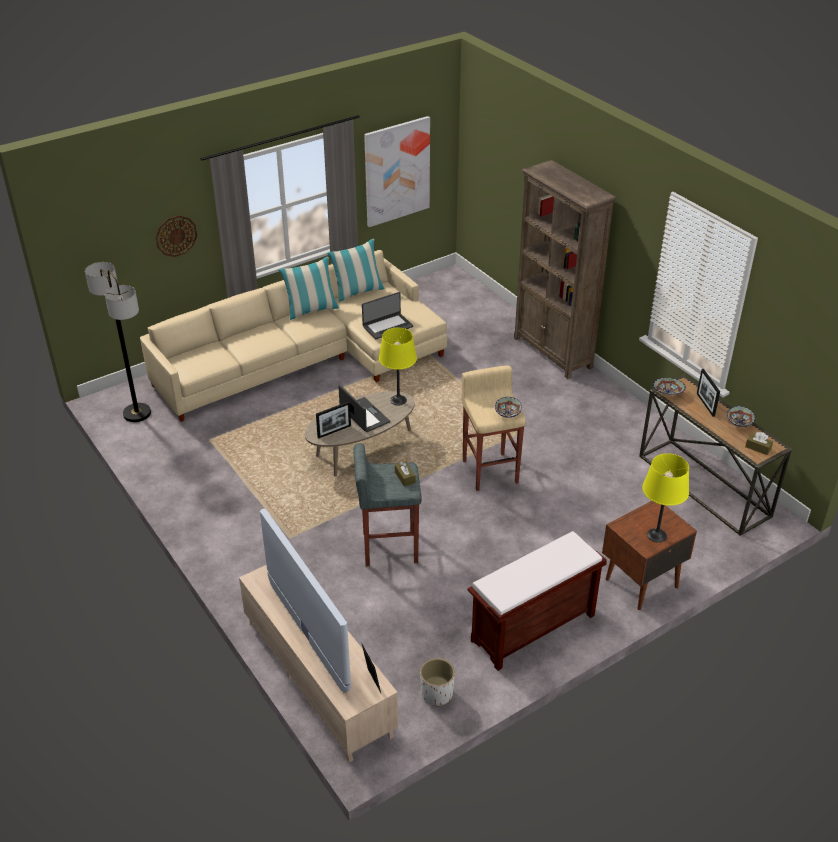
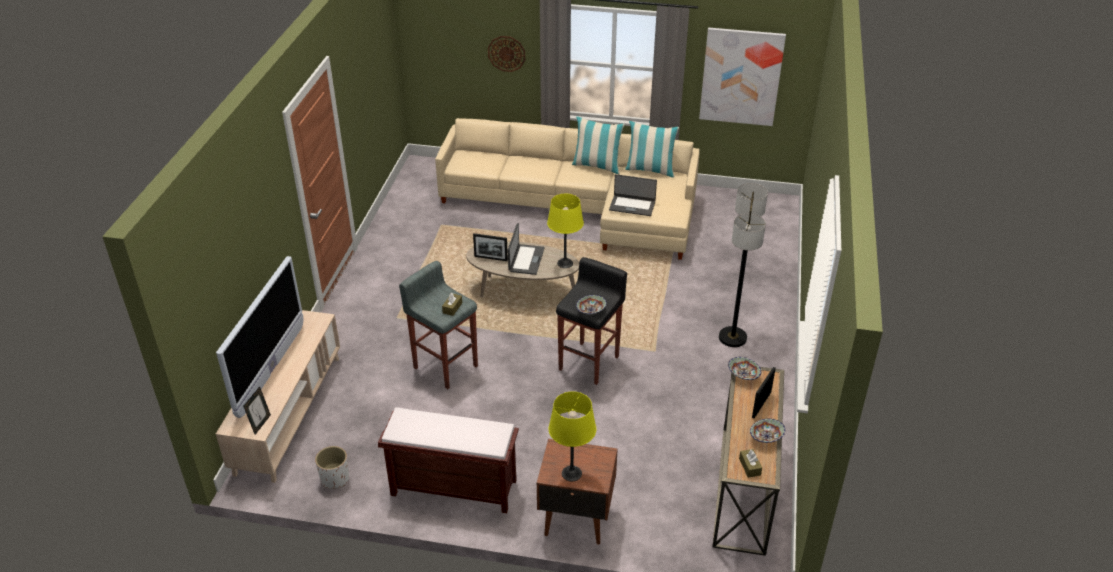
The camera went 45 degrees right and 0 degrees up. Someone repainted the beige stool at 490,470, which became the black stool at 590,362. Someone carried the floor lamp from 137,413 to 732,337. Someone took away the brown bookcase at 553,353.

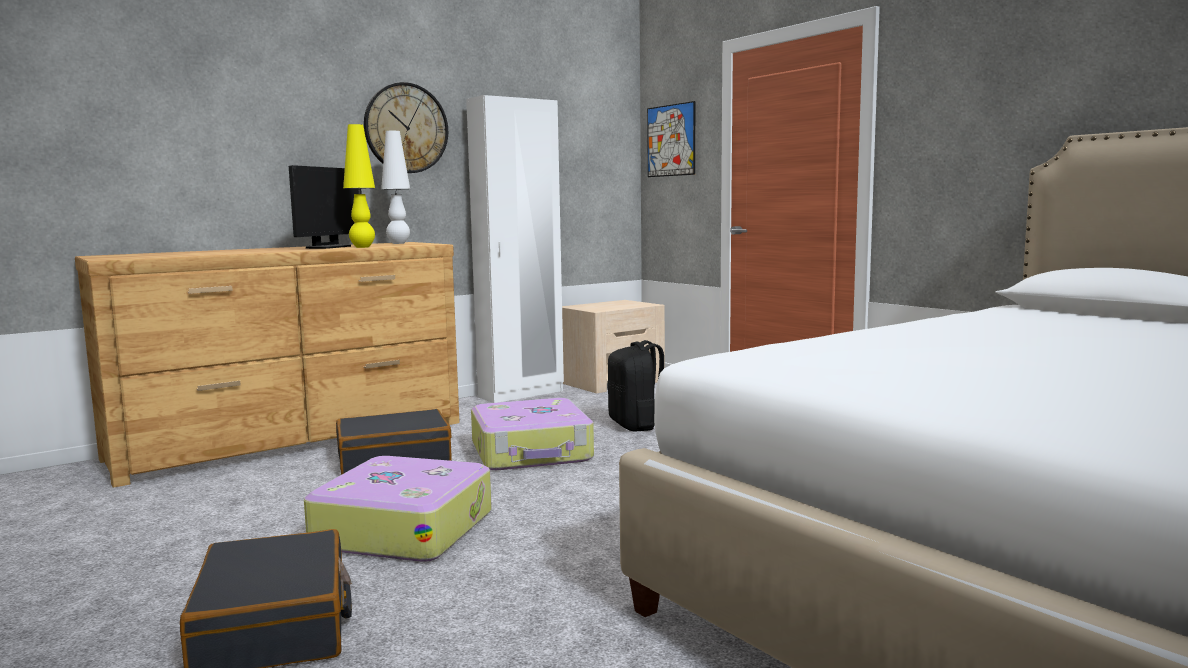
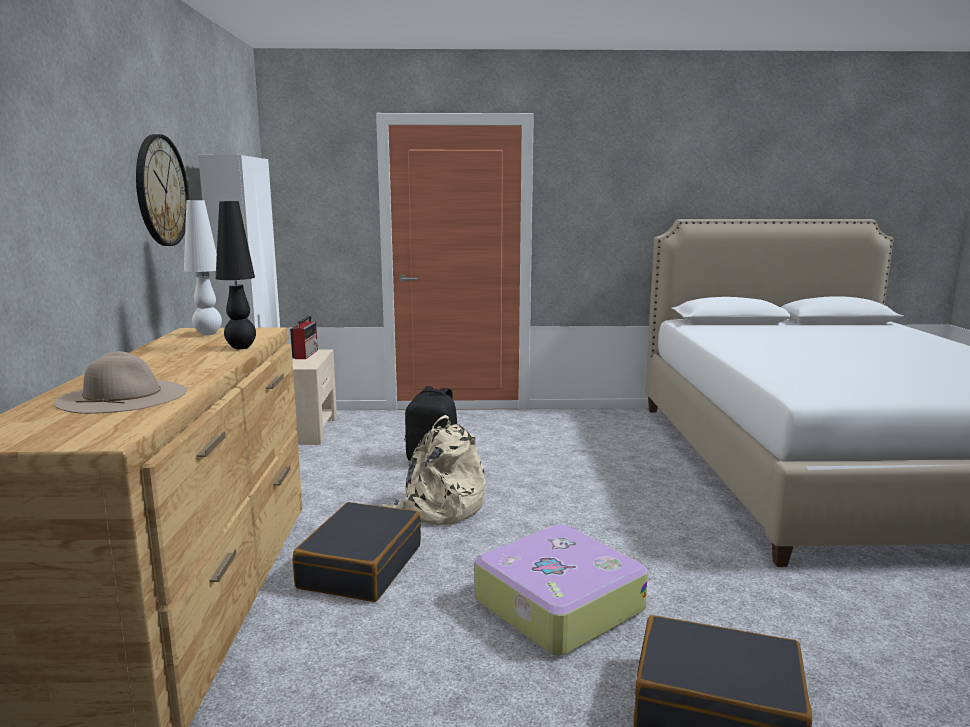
The camera went 55 degrees left and 5 degrees up. Someone put down the beige hat at 122,396. Someone repainted the yellow table lamp at 363,247, which became the black table lamp at 241,347. Someone put down the radio at 306,354. Someone swapped the suitcase at 532,452 for the beige backpack at 437,509. Someone took away the monitor at 328,247. Someone took away the picture at 671,140.

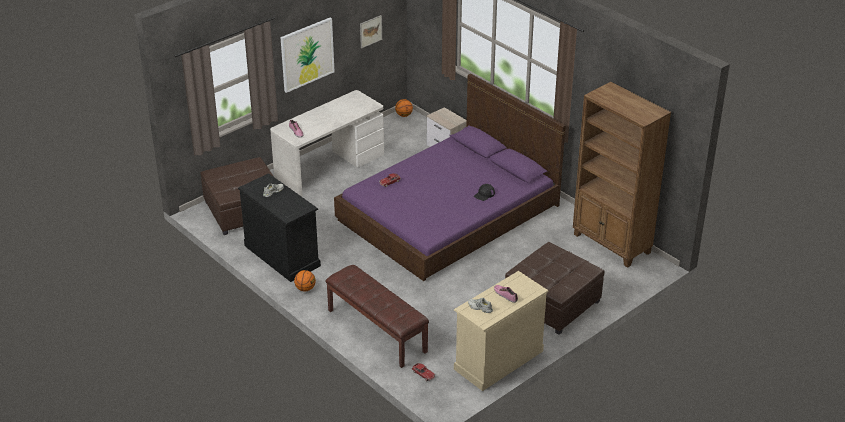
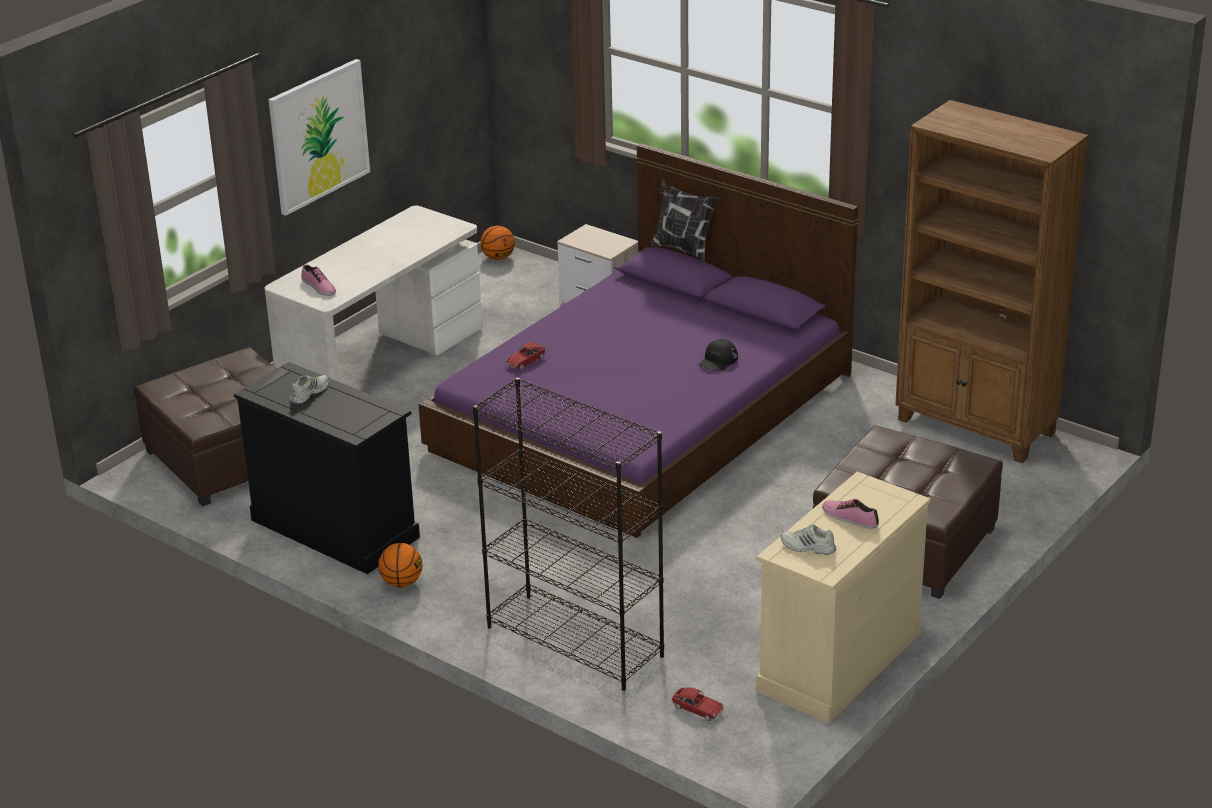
The camera went 10 degrees left and 5 degrees down. Someone swapped the brown bench at 376,331 for the black bookcase at 573,641. Someone put down the pillow at 682,249. Someone took away the picture at 370,31.

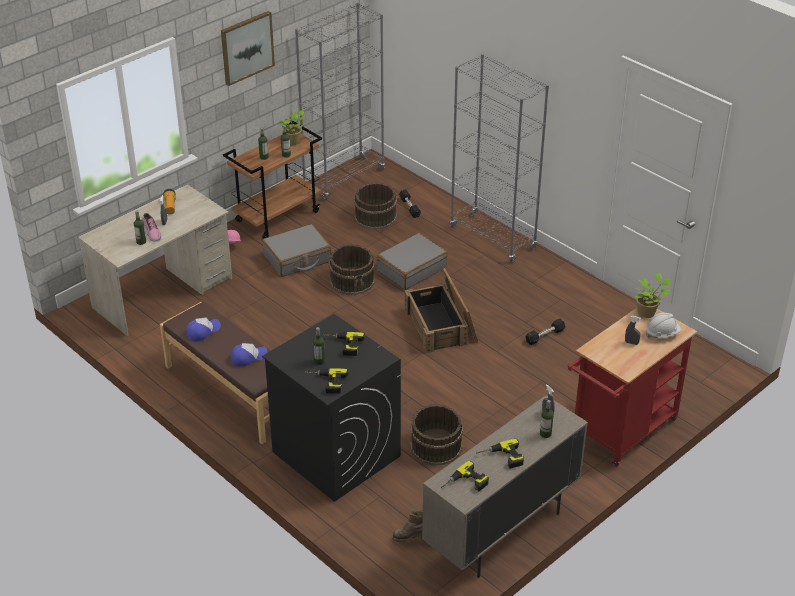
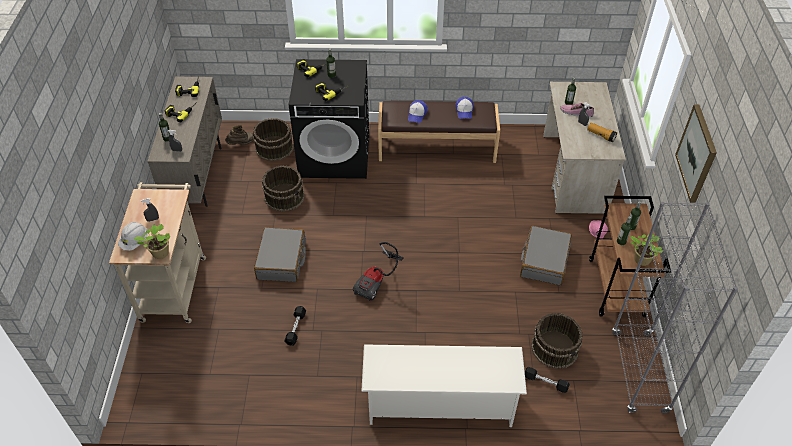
The camera went 135 degrees right and 10 degrees up. Someone repainted the red cart at 619,433, which became the beige cart at 174,284. Someone carried the brown bucket from 352,280 to 274,148. Someone carried the grey suitcase from 411,269 to 282,260. Someone swapped the crate at 441,325 for the vacuum cleaner at 377,281. Someone swapped the grey bookcase at 493,238 for the white shoe rack at 440,403.

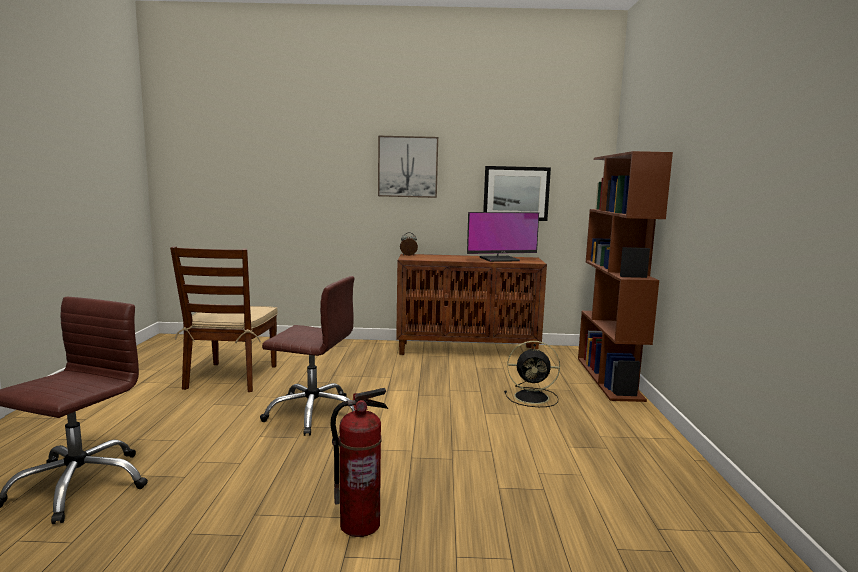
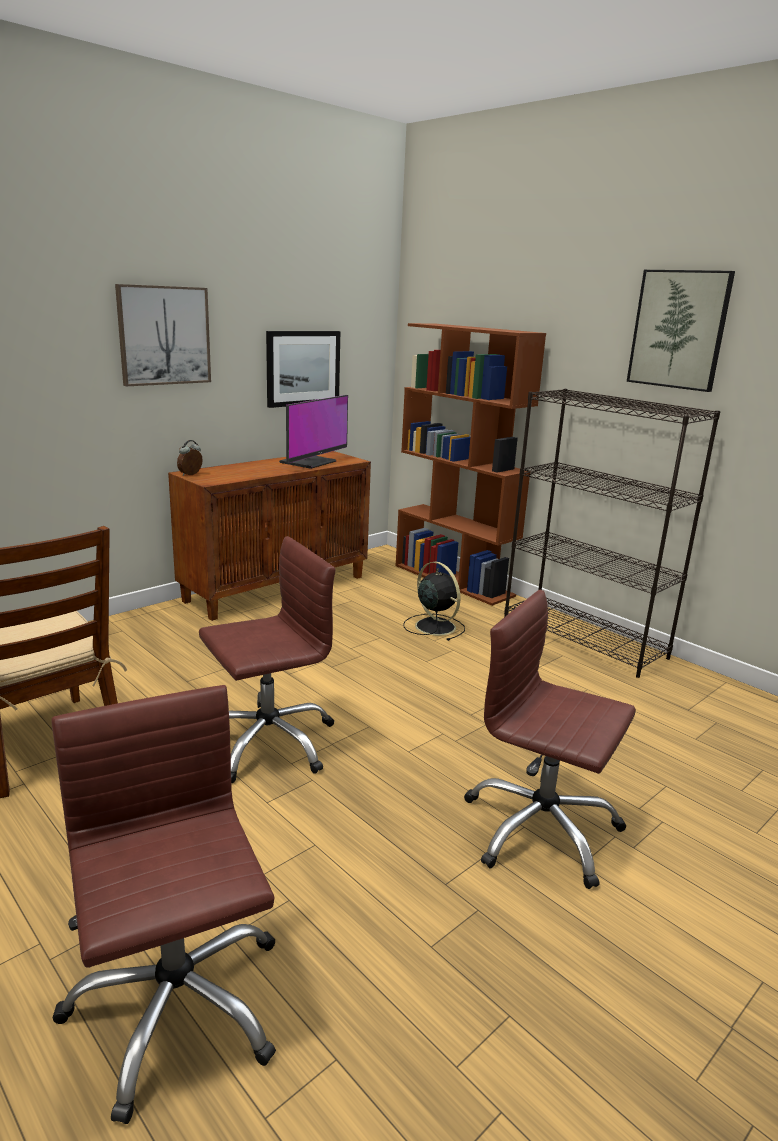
The camera went 45 degrees left and 10 degrees up. Someone rotated the black fan at 533,397 by 90 degrees counterclockwise. Someone swapped the fire extinguisher at 360,525 for the brown office chair at 540,830. Someone put down the black bookcase at 584,639. Someone put up the picture at 679,329.

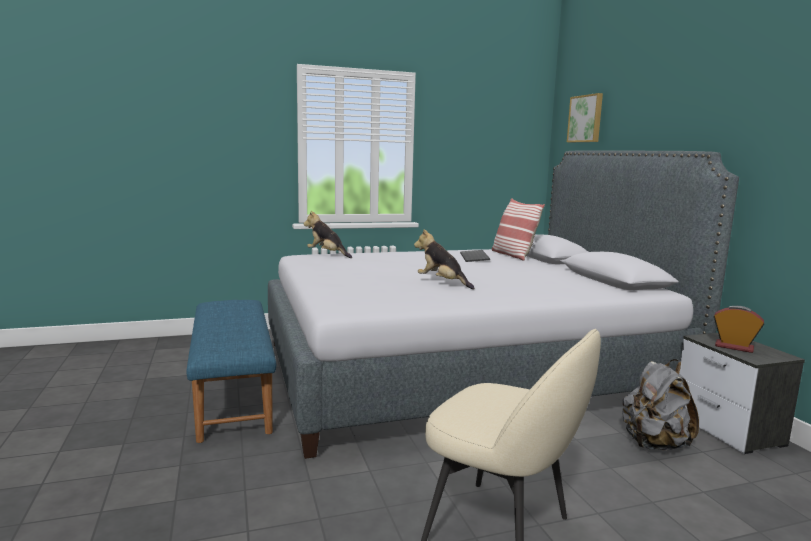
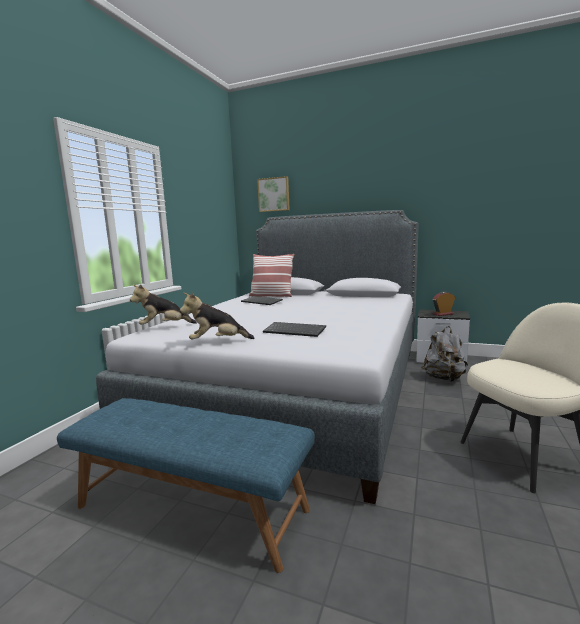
The camera went 50 degrees left and 0 degrees up. Someone carried the plush toy from 442,283 to 217,342. Someone put down the keyboard at 295,331.

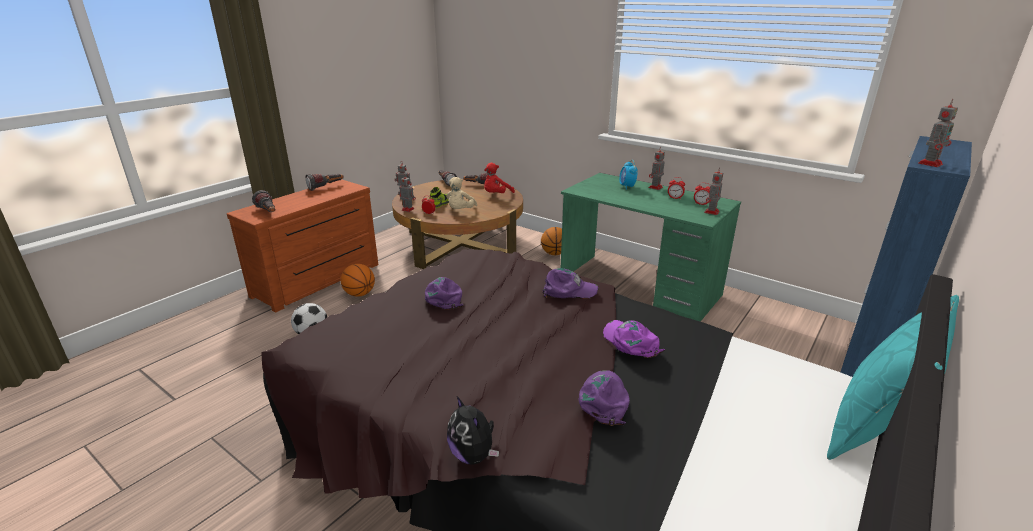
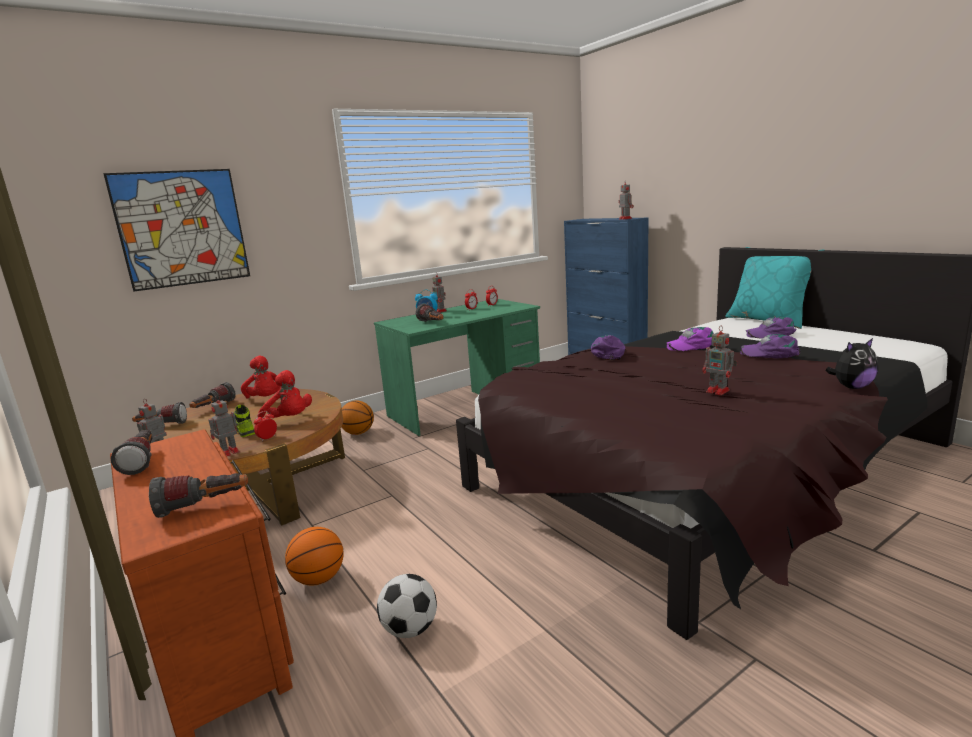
The camera went 70 degrees left and 10 degrees down. Someone put up the picture at 182,228. Someone repainted the beige plush toy at 460,211, which became the red plush toy at 289,420. Someone put down the flashlight at 432,323. Someone carried the toy robot from 711,212 to 719,391. Someone carried the purple cap from 443,296 to 771,334.

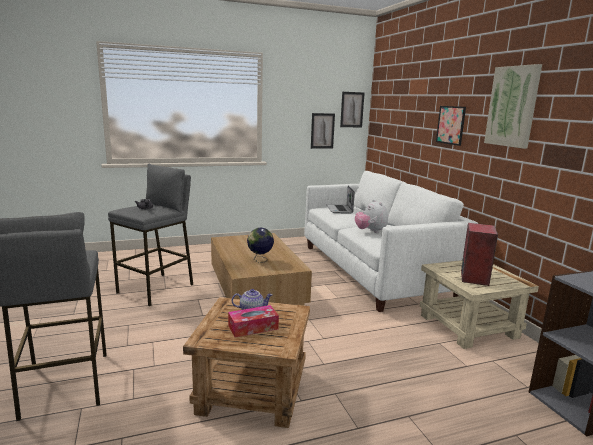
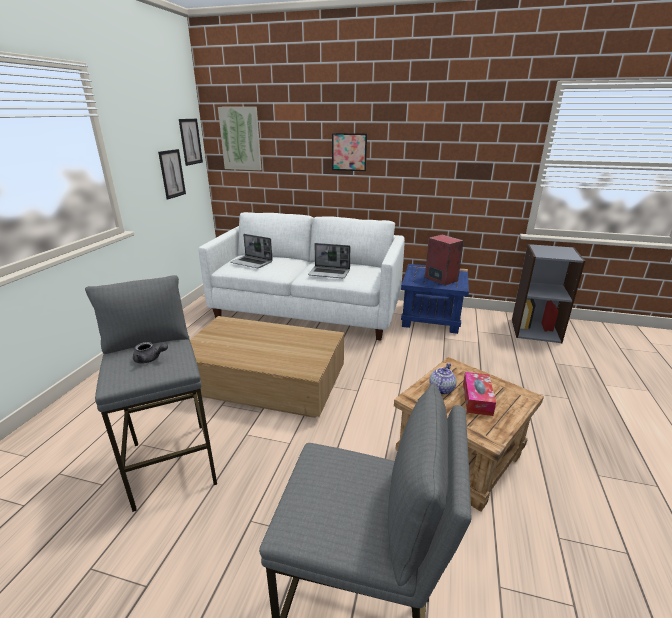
The camera went 55 degrees left and 10 degrees up. Someone carried the picture from 512,106 to 240,139. Someone swapped the plush toy at 370,231 for the laptop at 330,273. Someone repainted the beige side table at 470,326, which became the blue side table at 431,317. Someone took away the globe at 260,260.

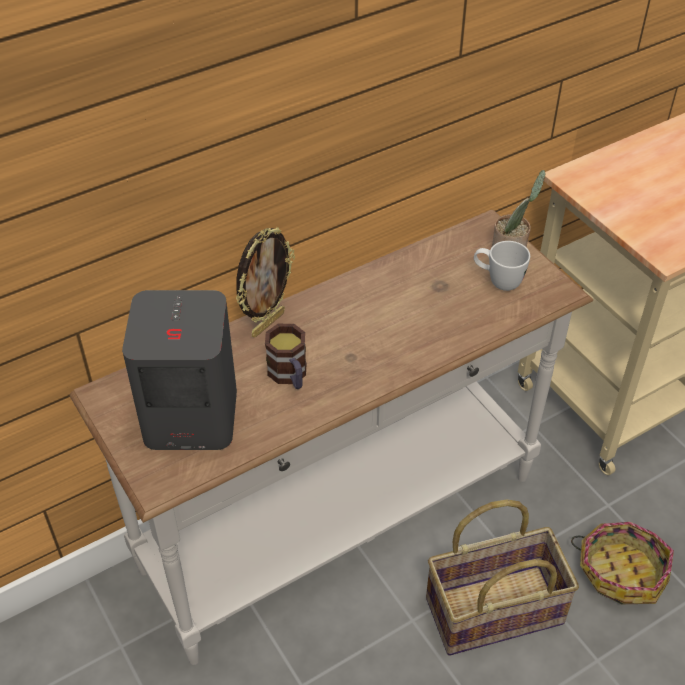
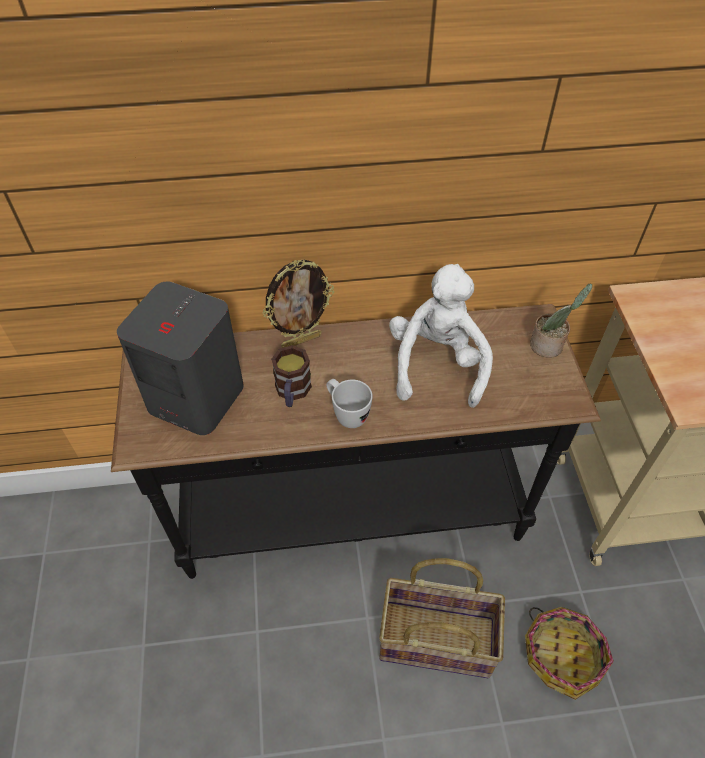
The camera went 25 degrees right and 5 degrees up. Someone repainted the white console table at 342,526, which became the black console table at 352,517. Someone carried the white mug from 497,281 to 346,414. Someone put down the white plush toy at 437,364.

